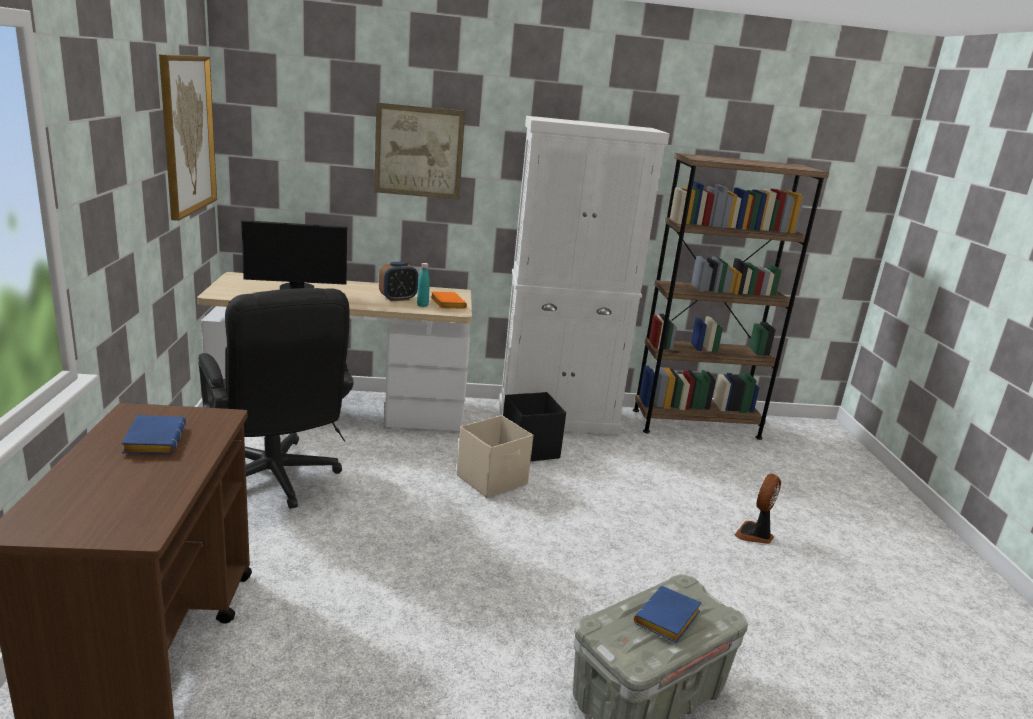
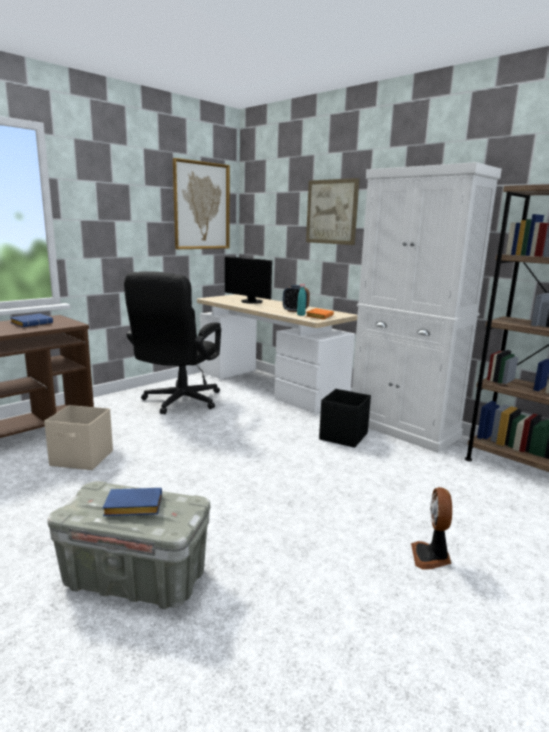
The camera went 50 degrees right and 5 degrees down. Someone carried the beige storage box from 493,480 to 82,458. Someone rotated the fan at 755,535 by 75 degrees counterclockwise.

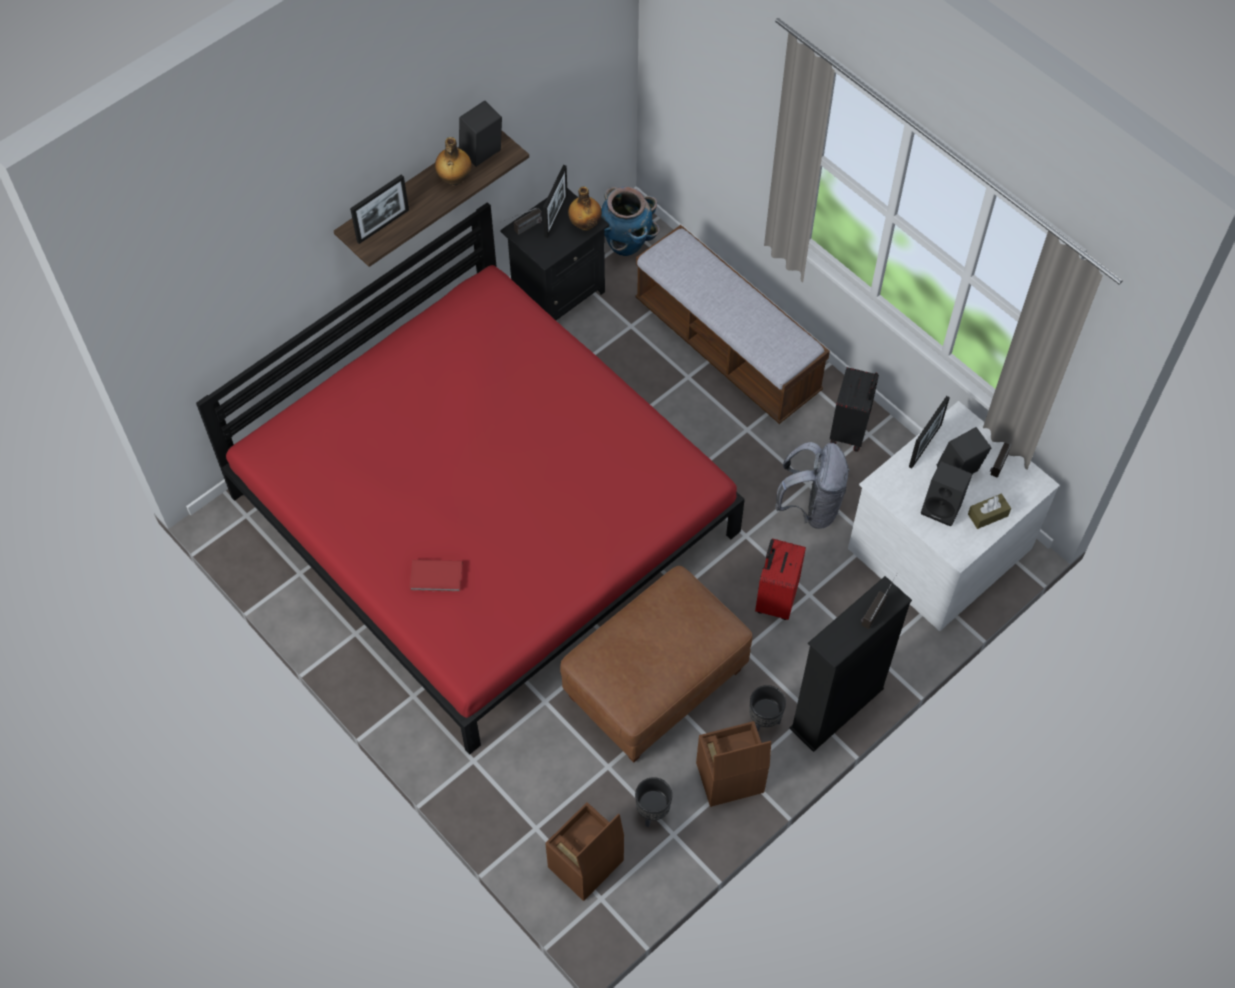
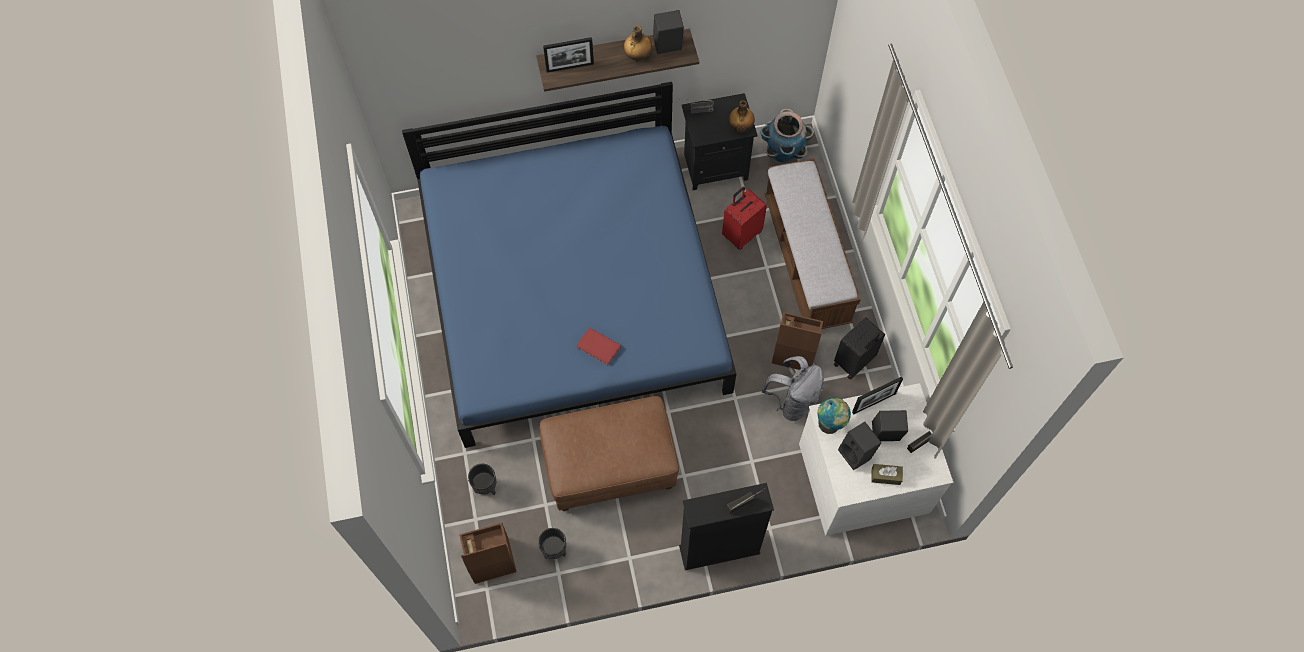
The camera went 30 degrees right and 5 degrees up. Someone repainted the red bed at 484,513, which became the blue bed at 573,292. Someone carried the black planter from 765,721 to 486,488. Someone carried the red book from 437,578 to 598,348. Someone carried the red suitcase from 775,598 to 741,234. Someone carried the brown storage box from 729,779 to 793,353. Someone put down the globe at 830,424. Someone took away the picture frame at 556,216.

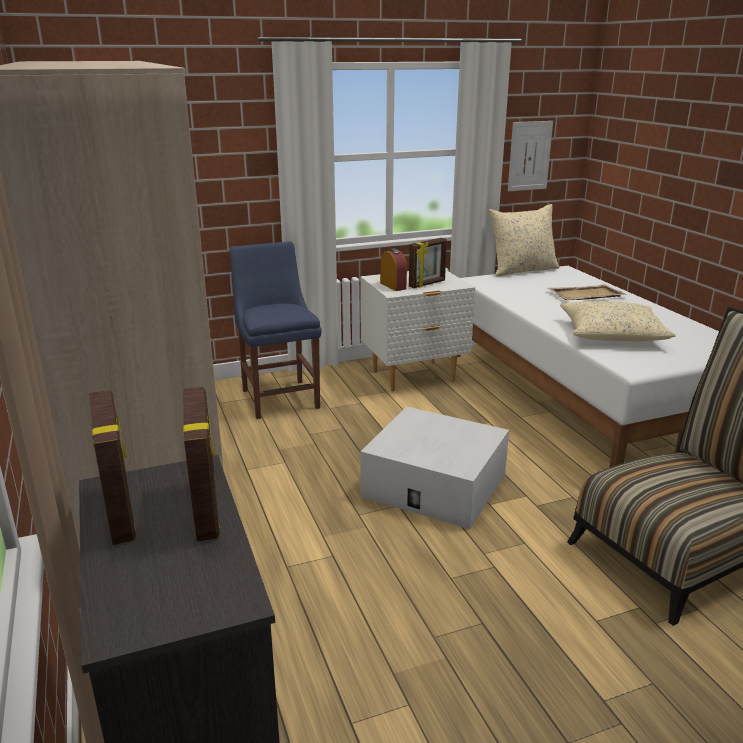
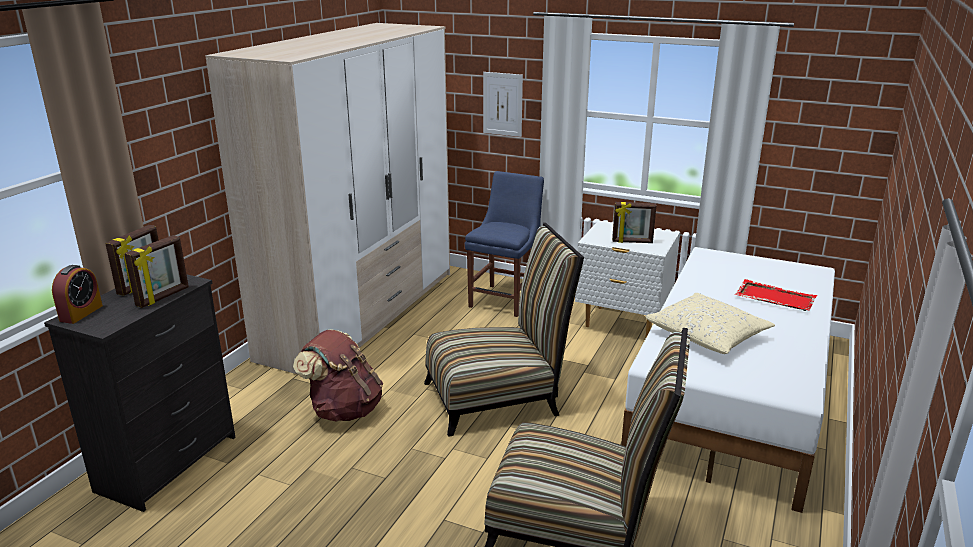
The camera went 45 degrees right and 0 degrees up. Someone carried the alarm clock from 393,286 to 81,313. Someone put down the brown backpack at 344,410. Someone swapped the white storage box at 435,485 for the chair at 499,397. Someone carried the picture from 529,156 to 502,104. Someone repainted the beige tray at 585,295, which became the red tray at 774,298. Someone took away the beige pillow at 522,270.

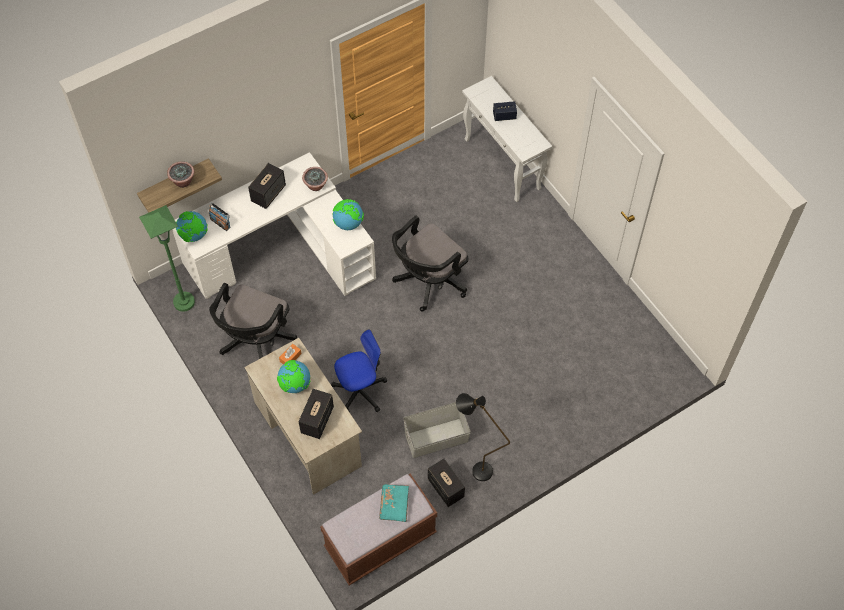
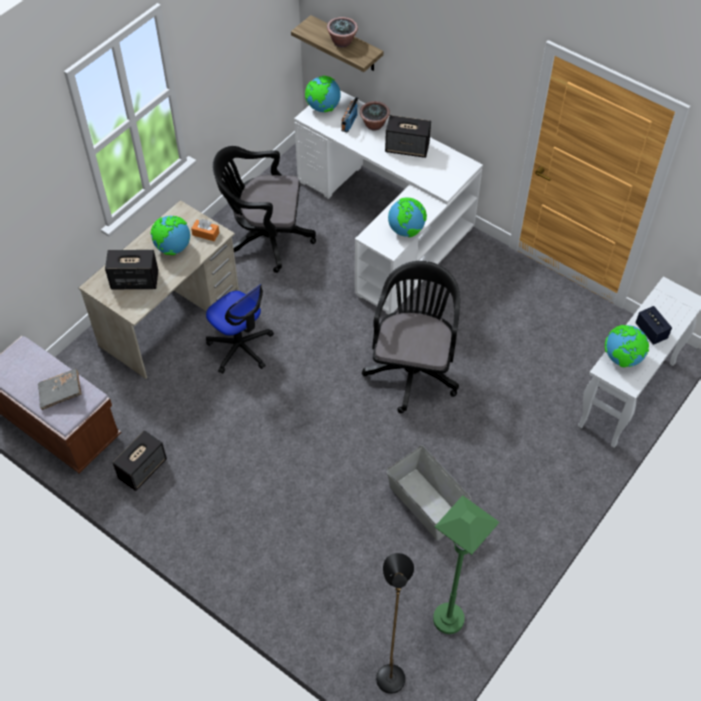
The camera went 70 degrees right and 5 degrees down. Someone repainted the turquoise book at 394,505, which became the grey book at 61,393. Someone carried the potted plant from 316,186 to 374,125. Someone rotated the black office chair at 428,282 by 75 degrees clockwise. Someone carried the black floor lamp from 475,469 to 390,668. Someone carried the grey storage box from 437,438 to 426,504. Someone carried the green floor lamp from 184,302 to 448,619. Someone put down the globe at 622,359.

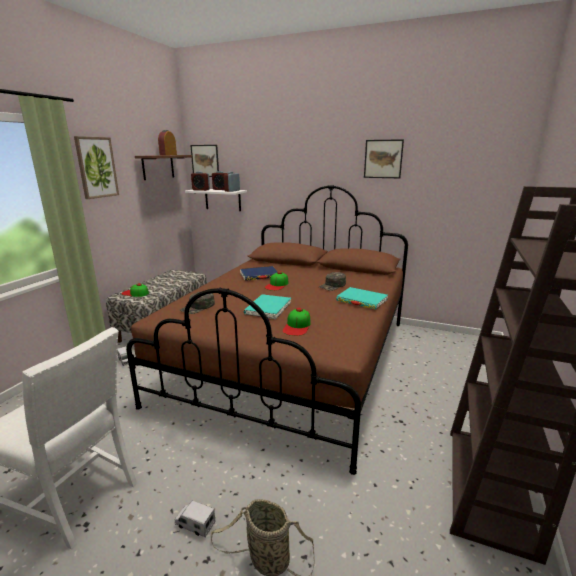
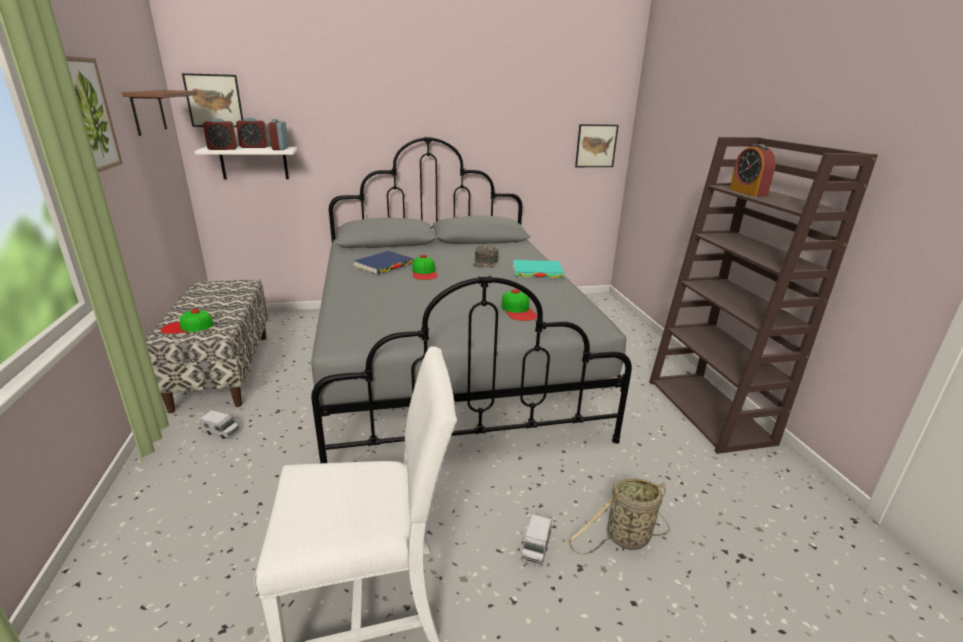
The camera went 35 degrees left and 5 degrees up. Someone repainted the brown bed at 293,359, which became the grey bed at 449,362. Someone rotated the toy truck at 195,524 by 60 degrees counterclockwise. Someone carried the picture from 383,159 to 596,146. Someone carried the alarm clock from 168,155 to 748,192. Someone took away the green cap at 198,307. Someone took away the turquoise book at 268,308.

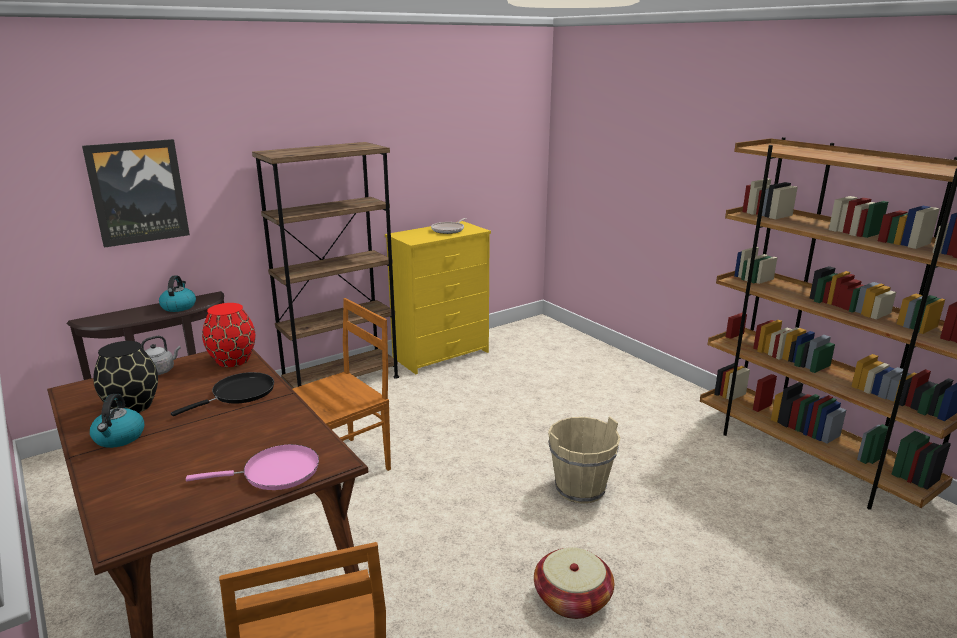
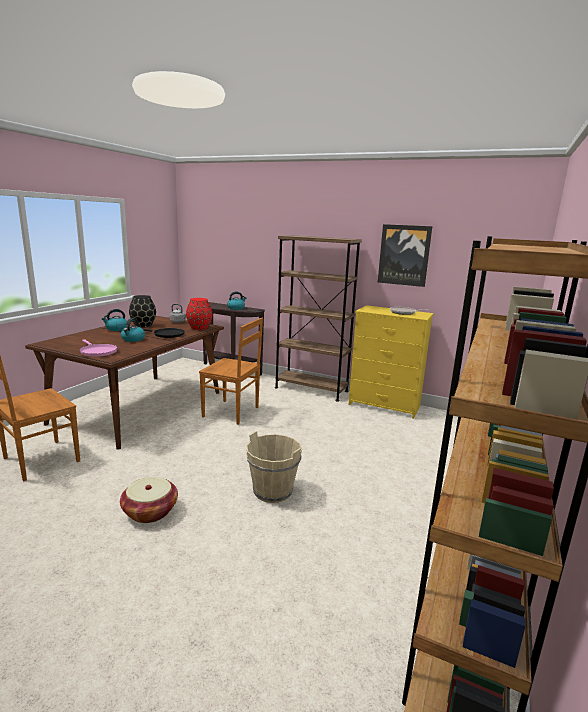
The camera went 60 degrees right and 5 degrees down. Someone put down the kettle at 133,339. Someone carried the picture from 138,192 to 404,255.

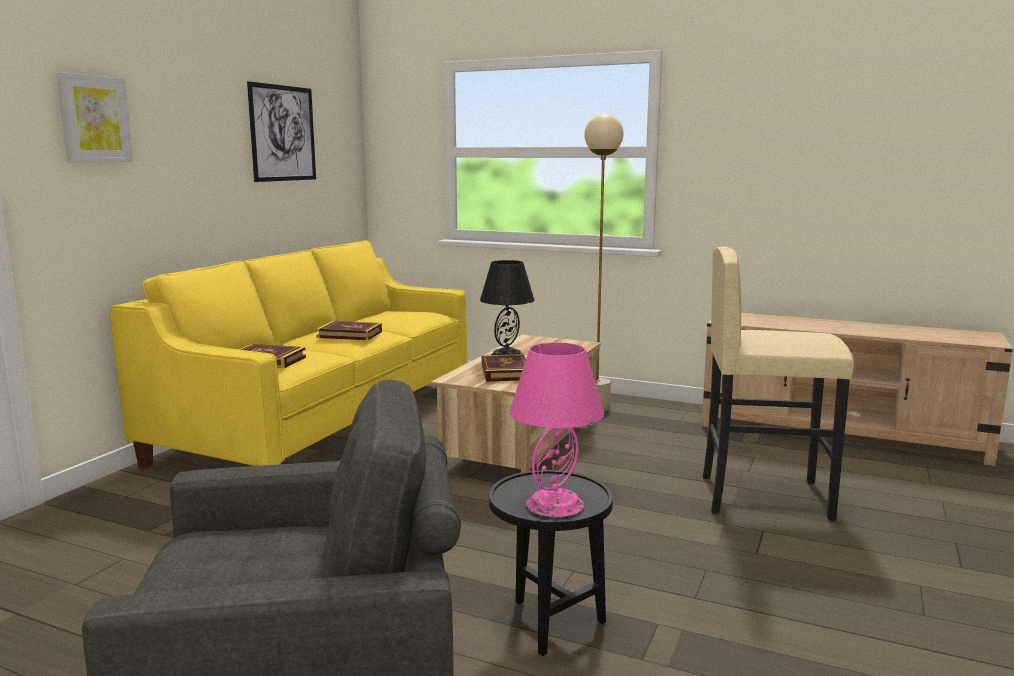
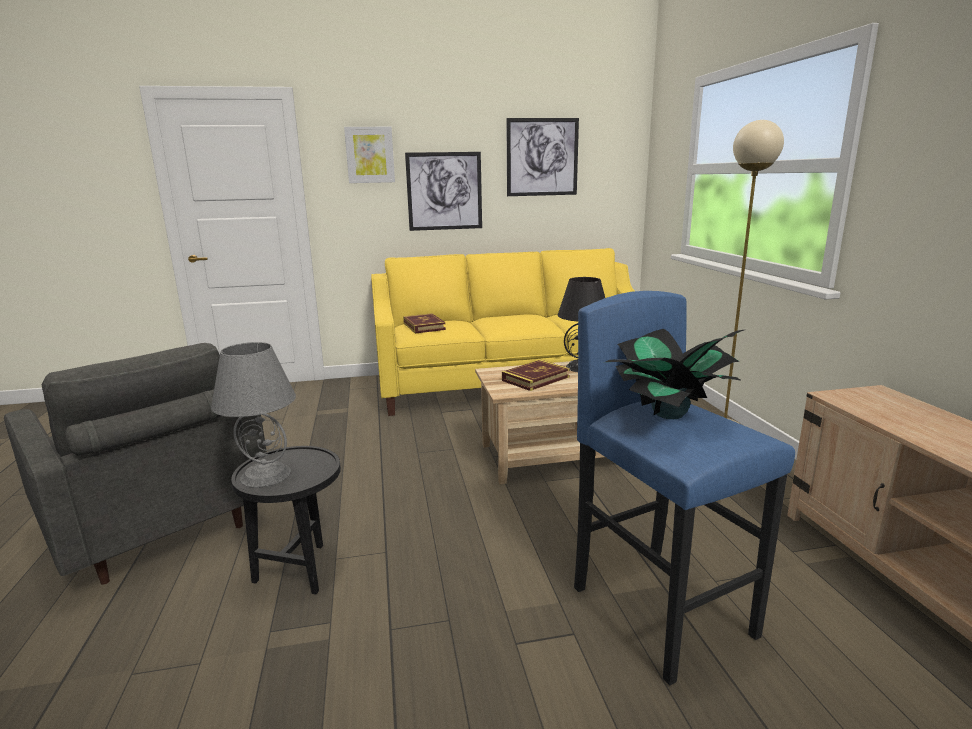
The camera went 55 degrees right and 5 degrees up. Someone repainted the pink table lamp at 554,504, which became the grey table lamp at 266,475. Someone put up the picture at 444,191. Someone repainted the beige stool at 764,497, which became the blue stool at 662,610. Someone put down the potted plant at 668,414. Someone took away the book at 349,334.

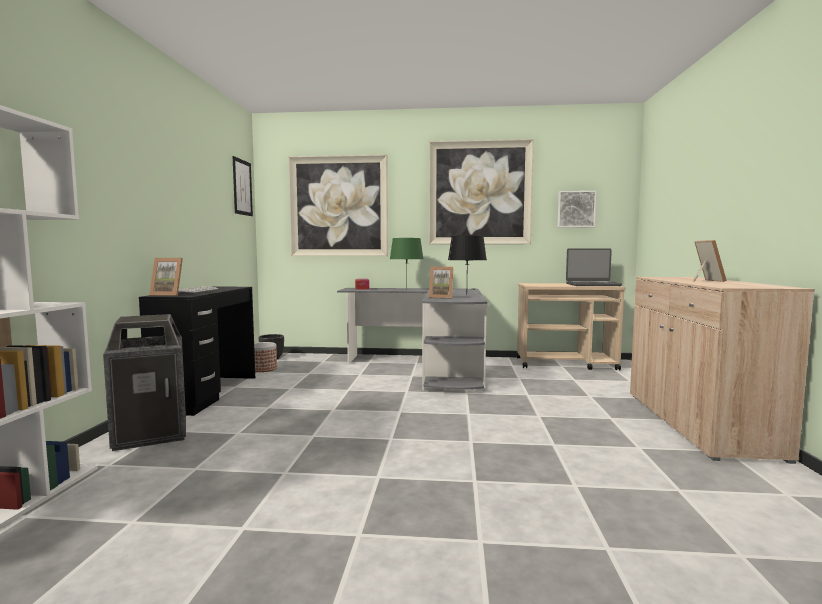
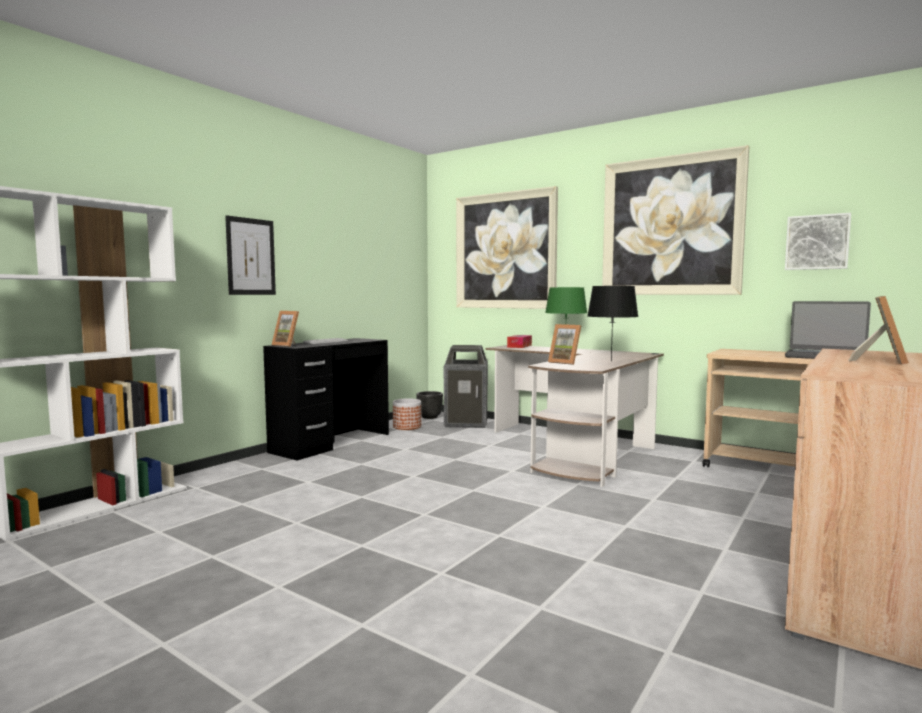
The camera went 30 degrees right and 0 degrees up. Someone carried the picture from 242,187 to 251,256. Someone carried the trash can from 152,434 to 466,423. Someone repainted the grey desk at 428,368, which became the brown desk at 576,449.

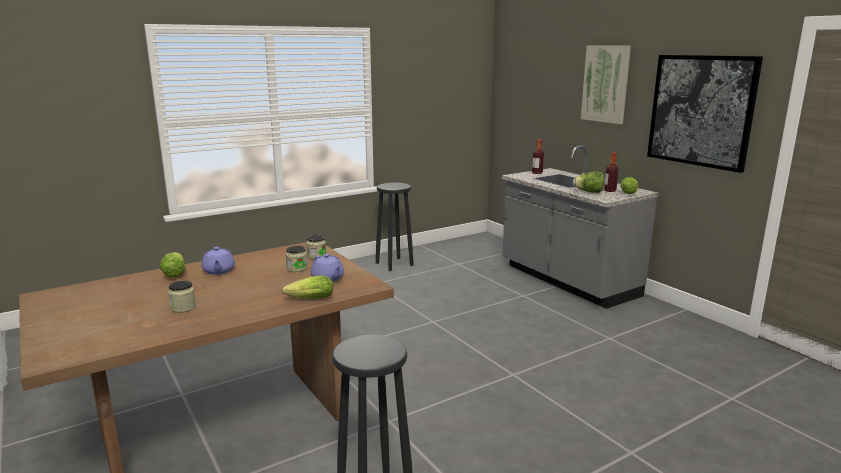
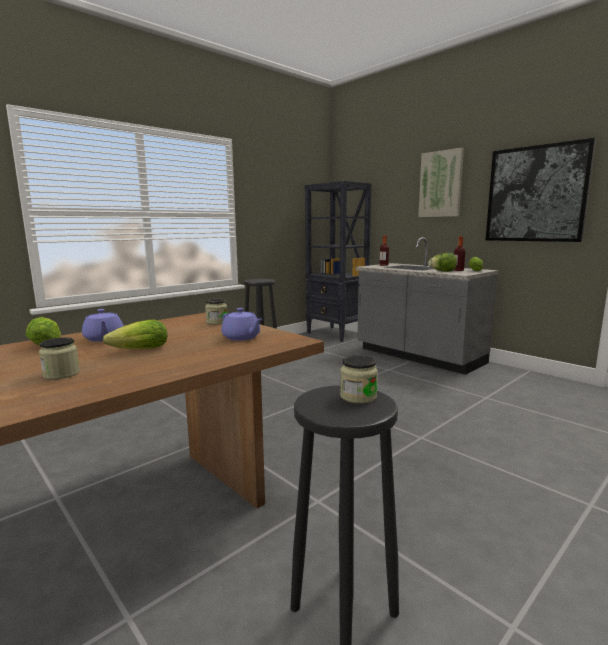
The camera went 10 degrees left and 5 degrees down. Someone carried the lettuce from 308,299 to 137,350. Someone put down the black bookcase at 337,334. Someone carried the jar from 297,268 to 358,396.

